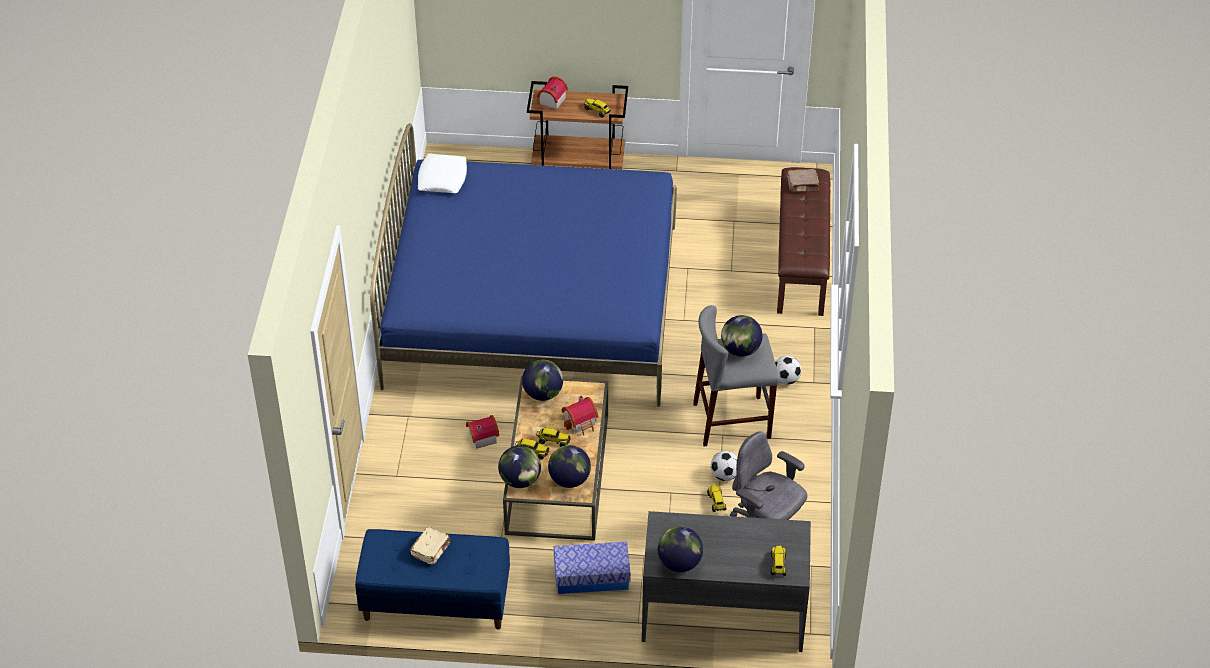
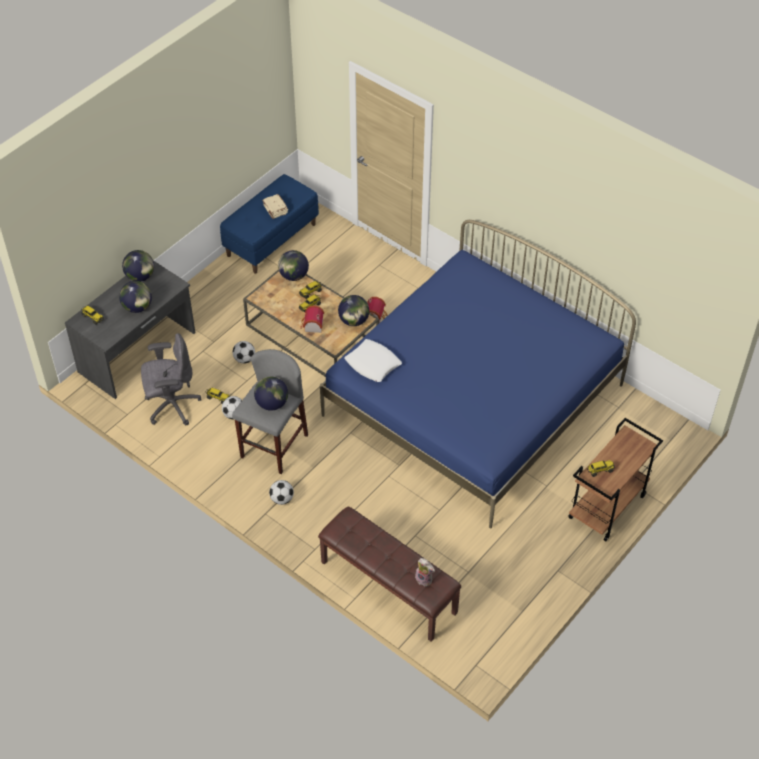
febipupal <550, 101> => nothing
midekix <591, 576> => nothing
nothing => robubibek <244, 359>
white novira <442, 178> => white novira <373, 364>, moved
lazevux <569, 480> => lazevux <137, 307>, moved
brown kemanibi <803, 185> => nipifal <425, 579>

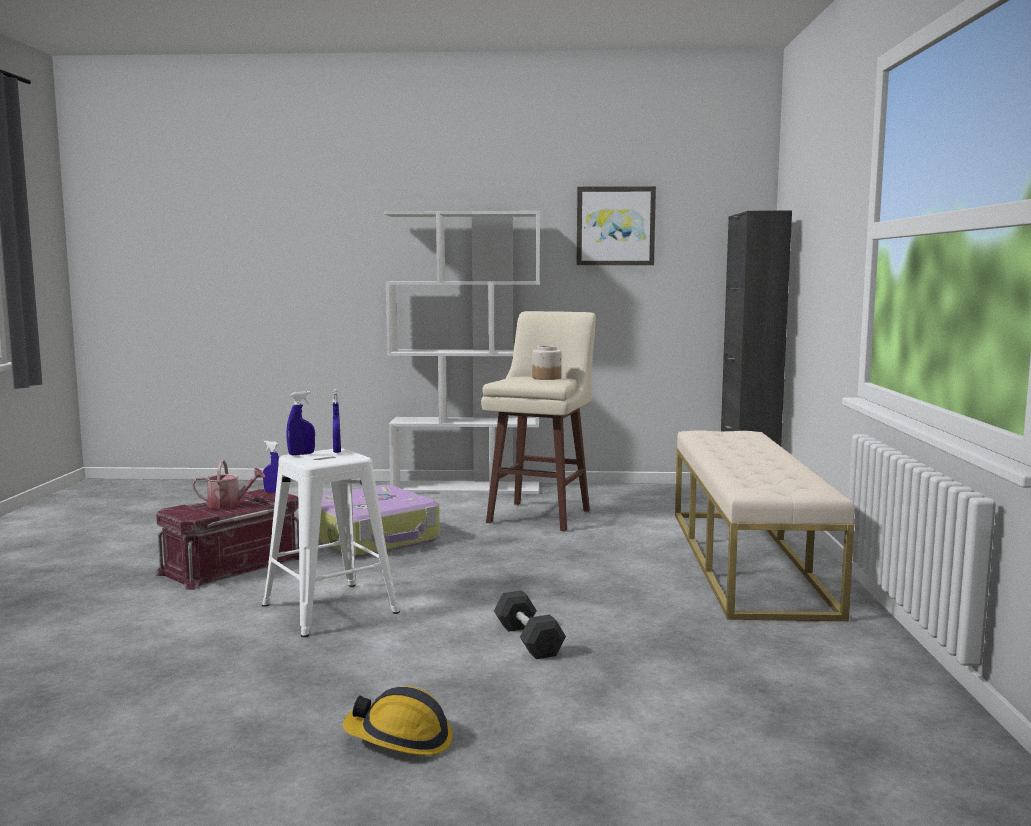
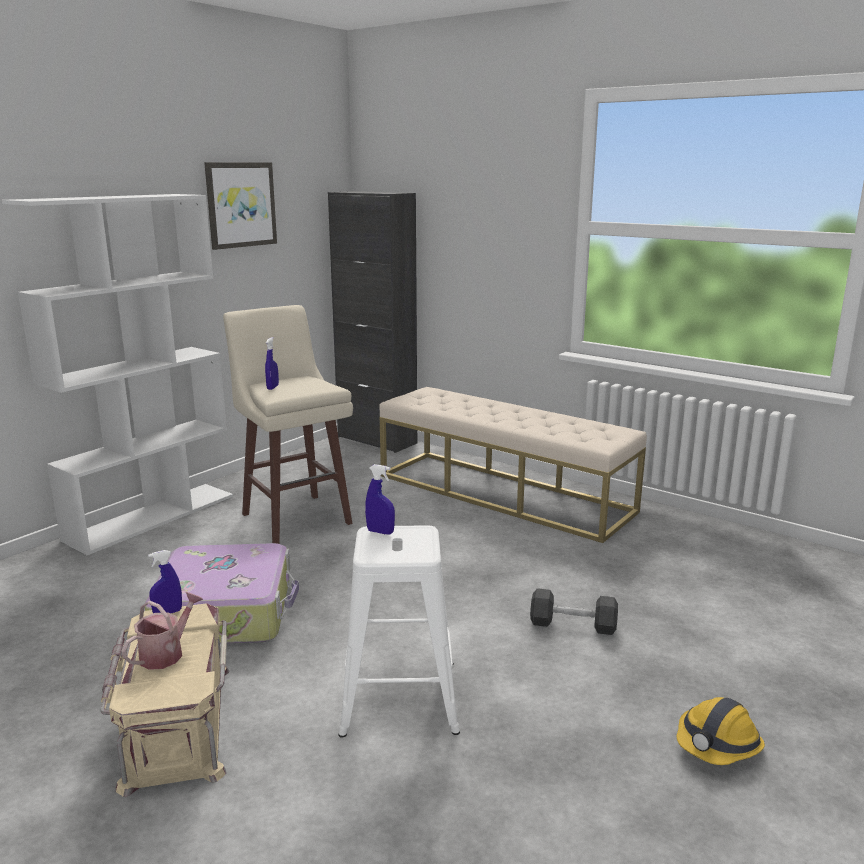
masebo <547, 378> => nothing
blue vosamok <301, 454> => blue vosamok <272, 387>, moved
red midekix <231, 565> => beige midekix <175, 724>

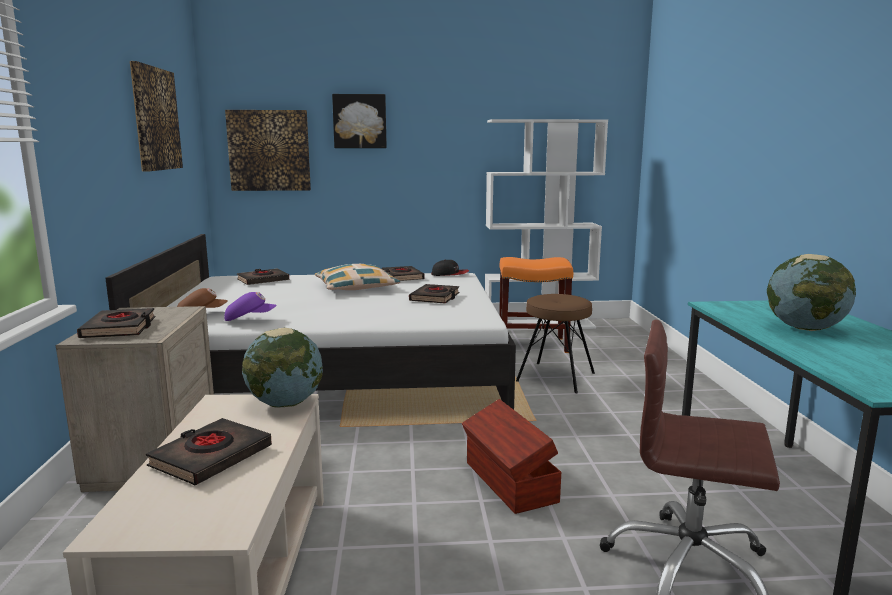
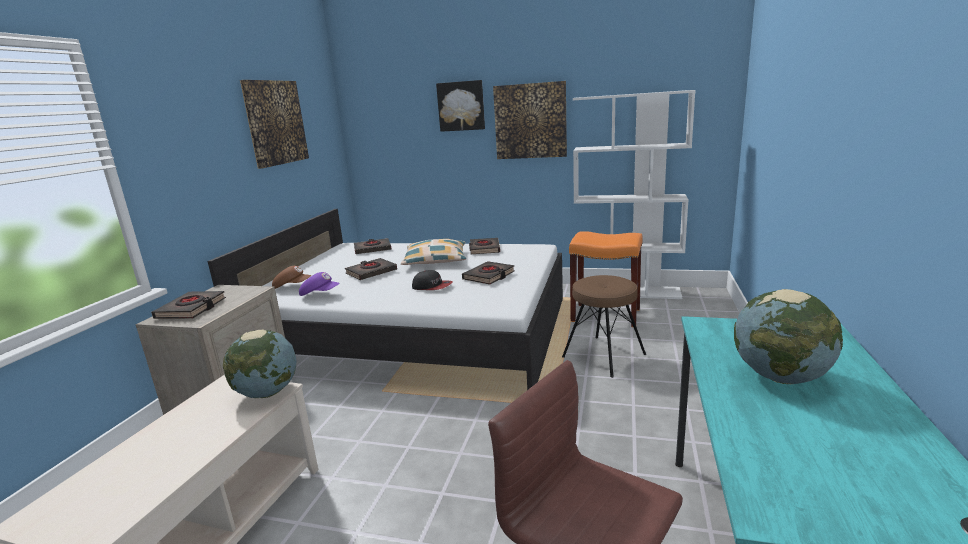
brown midekix <509, 482> => nothing
black kemanibi <211, 457> => black kemanibi <371, 272>, moved
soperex <269, 150> => soperex <530, 121>, moved
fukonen <450, 274> => fukonen <432, 286>, moved

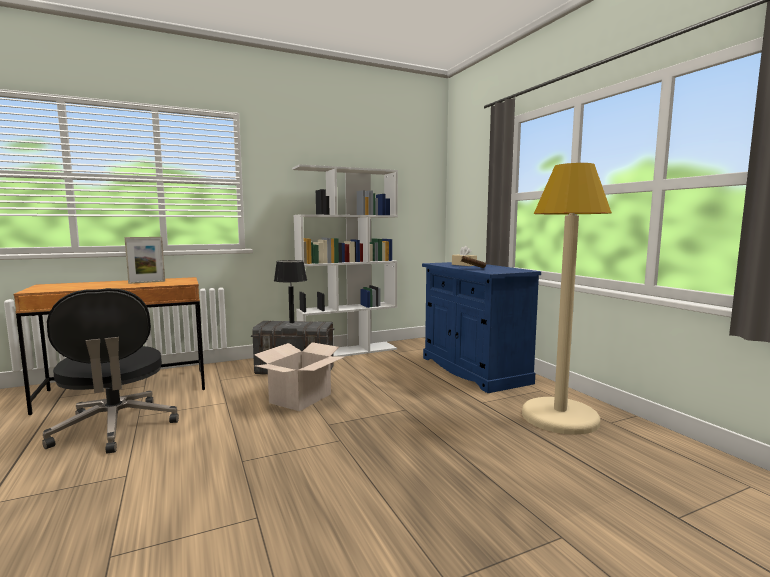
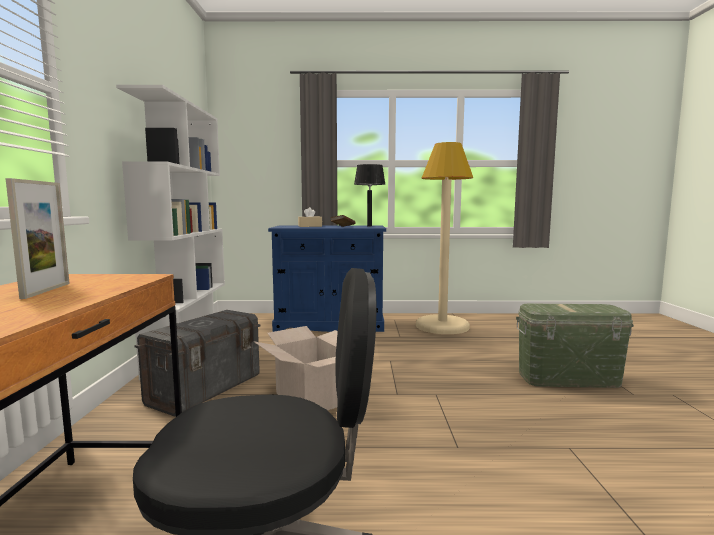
nothing => green midekix <568, 378>
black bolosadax <292, 322> => black bolosadax <369, 226>, moved

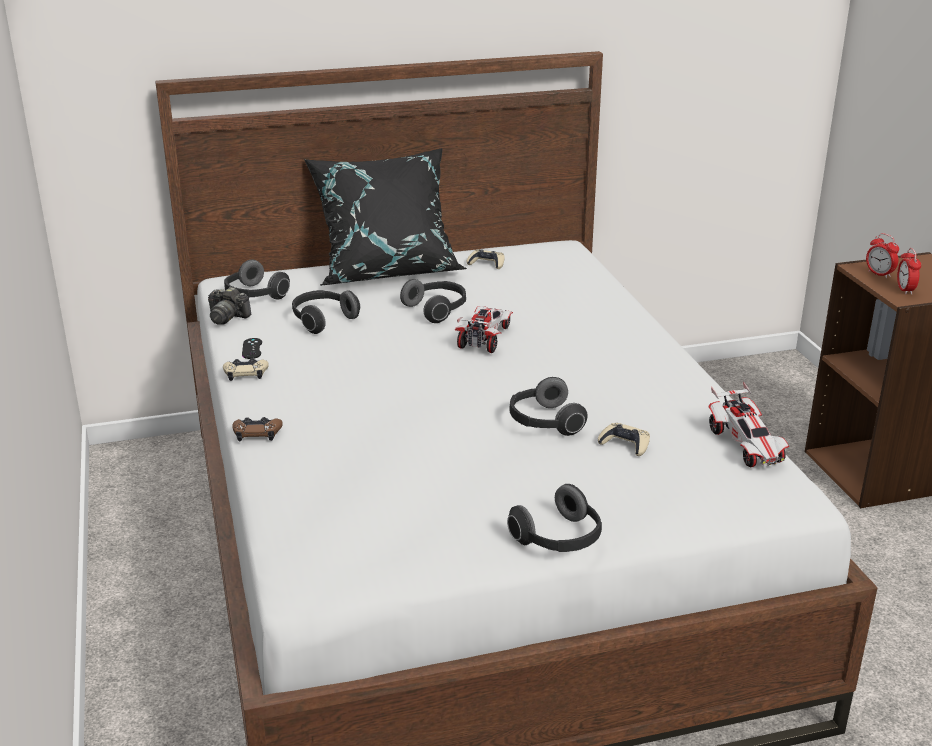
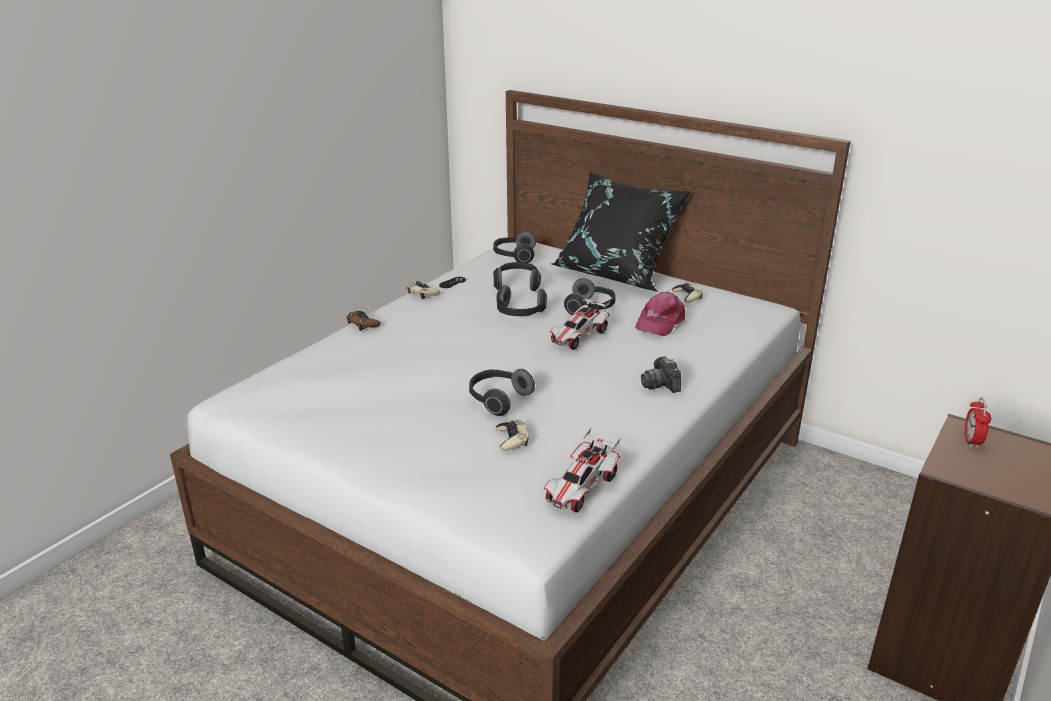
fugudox <905, 290> => nothing
nothing => pink fukonen <660, 322>
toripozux <227, 317> => toripozux <661, 384>, moved
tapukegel <559, 540> => tapukegel <519, 314>, moved
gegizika <484, 338> => gegizika <579, 337>, 150 degrees clockwise

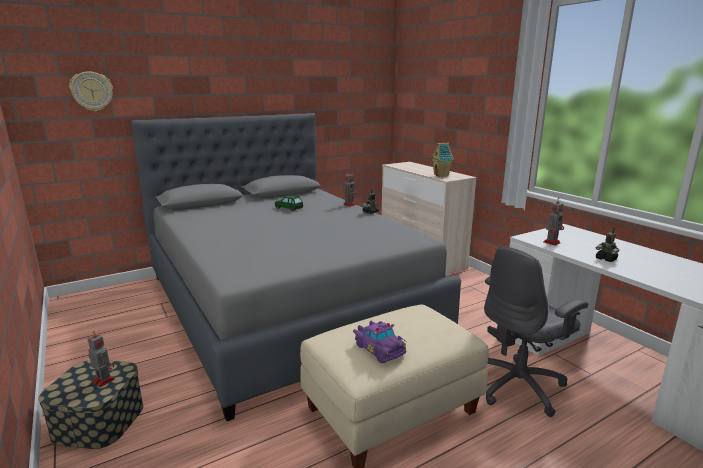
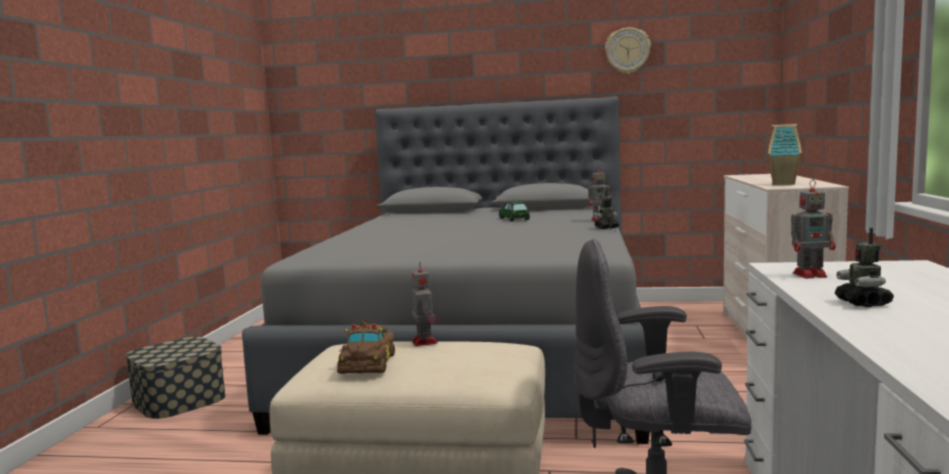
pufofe <92, 91> => pufofe <627, 51>, moved
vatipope <103, 380> => vatipope <424, 341>, moved
purple gegizika <379, 348> => brown gegizika <369, 362>

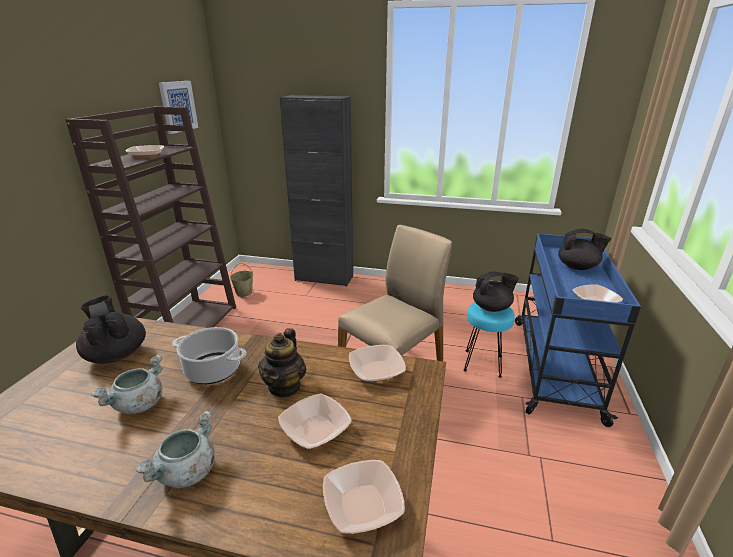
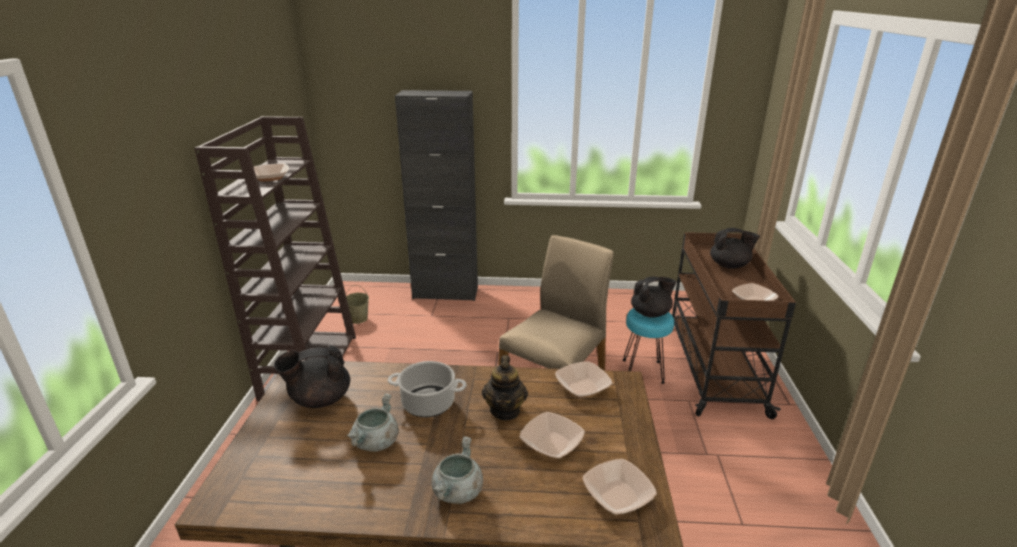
soperex <178, 106> => nothing
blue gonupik <554, 365> => brown gonupik <712, 366>
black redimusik <116, 354> => black redimusik <320, 399>, 60 degrees counterclockwise

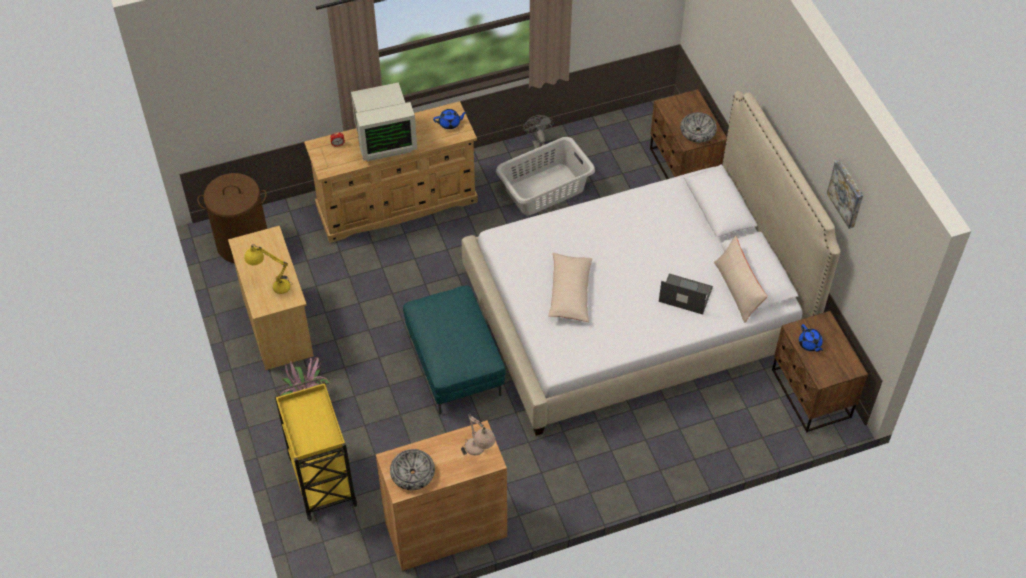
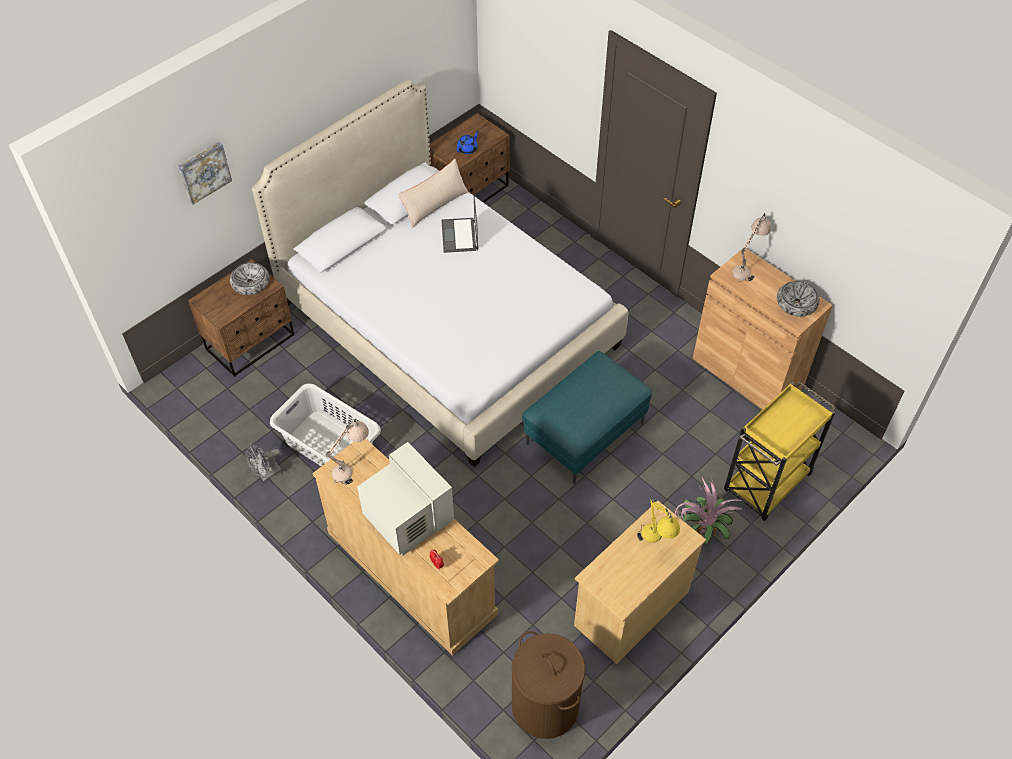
beige novira <570, 292> => nothing
soperex <847, 193> => soperex <204, 171>, moved
blue redimusik <450, 123> => beige bolosadax <352, 468>

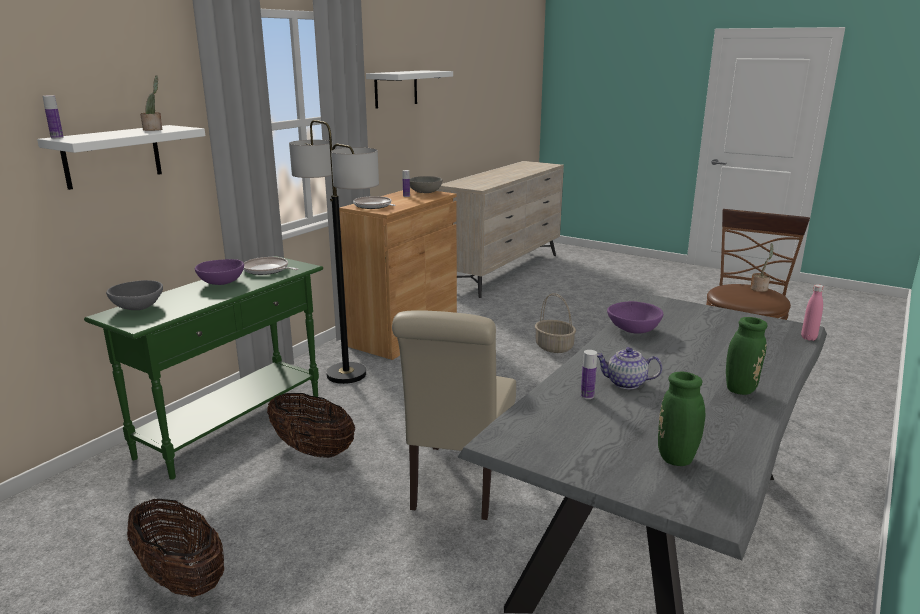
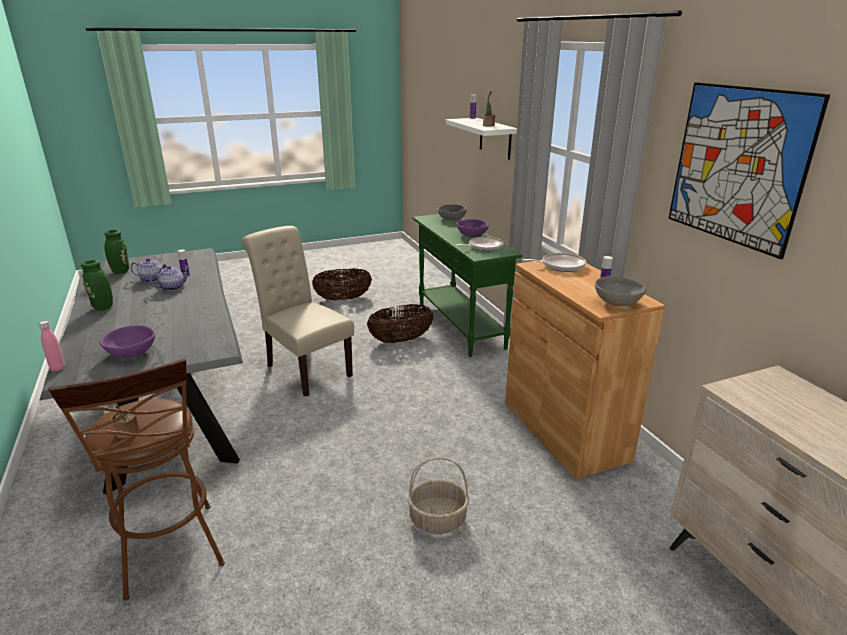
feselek <346, 374> => nothing
nothing => redimusik <152, 279>
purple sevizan <632, 330> => purple sevizan <132, 353>, moved
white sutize <396, 89> => soperex <737, 166>

